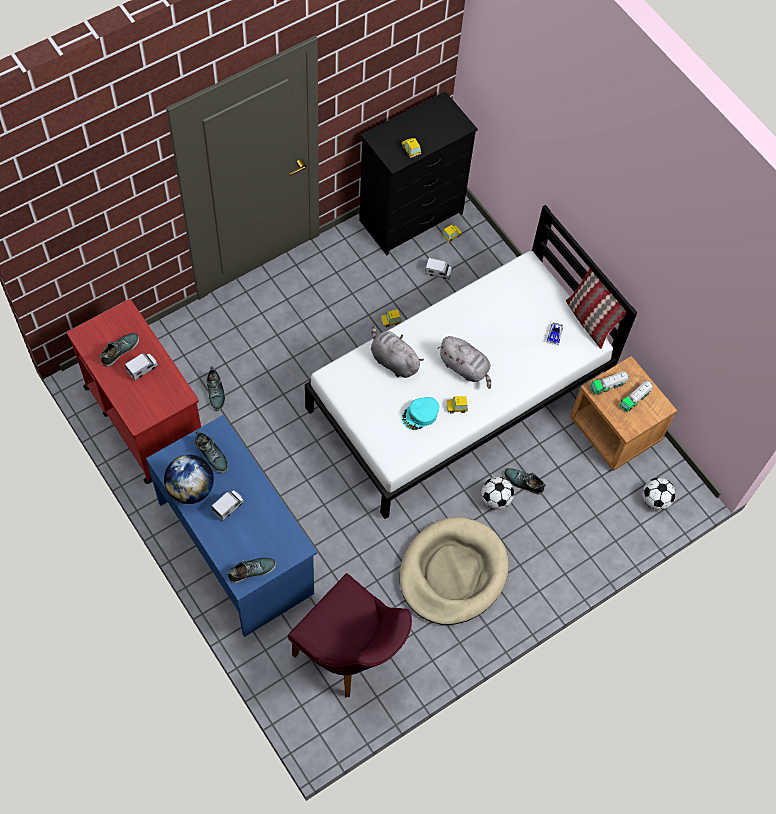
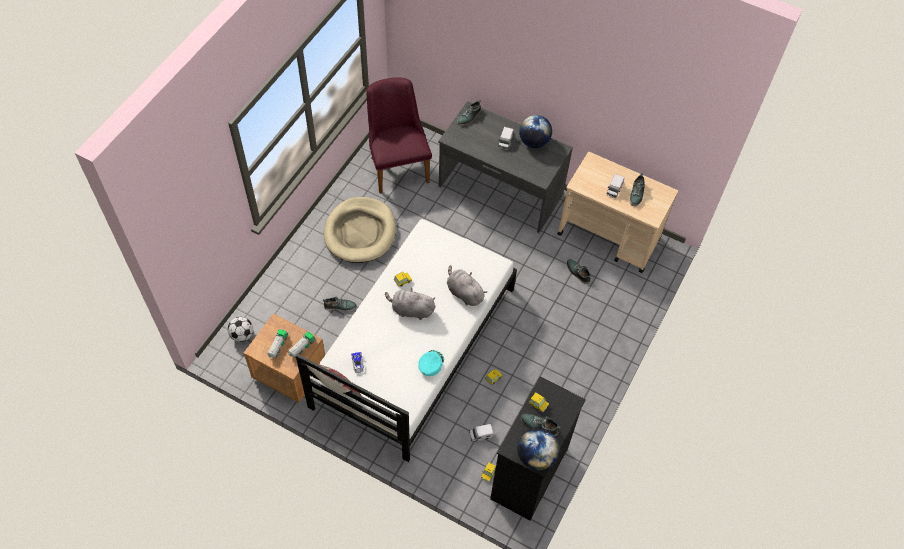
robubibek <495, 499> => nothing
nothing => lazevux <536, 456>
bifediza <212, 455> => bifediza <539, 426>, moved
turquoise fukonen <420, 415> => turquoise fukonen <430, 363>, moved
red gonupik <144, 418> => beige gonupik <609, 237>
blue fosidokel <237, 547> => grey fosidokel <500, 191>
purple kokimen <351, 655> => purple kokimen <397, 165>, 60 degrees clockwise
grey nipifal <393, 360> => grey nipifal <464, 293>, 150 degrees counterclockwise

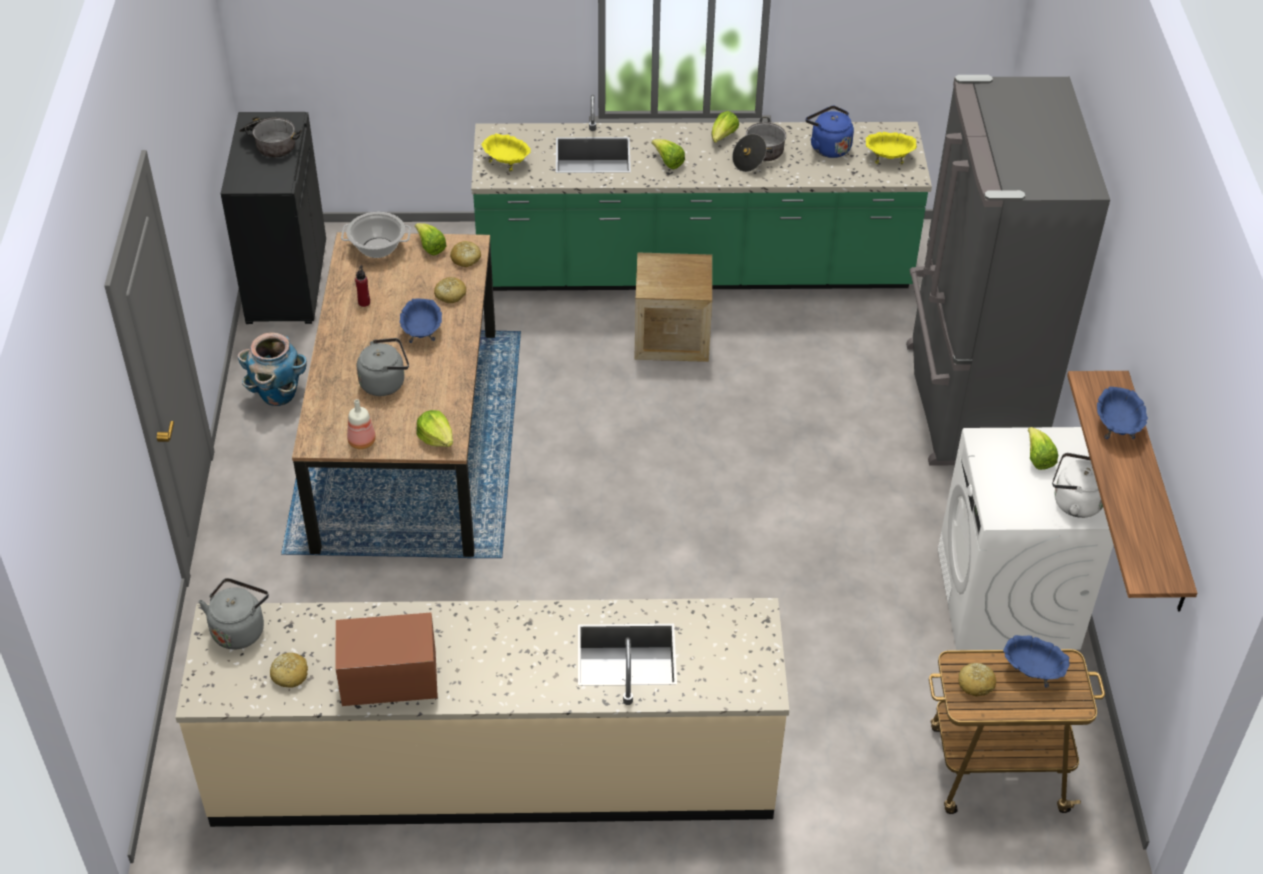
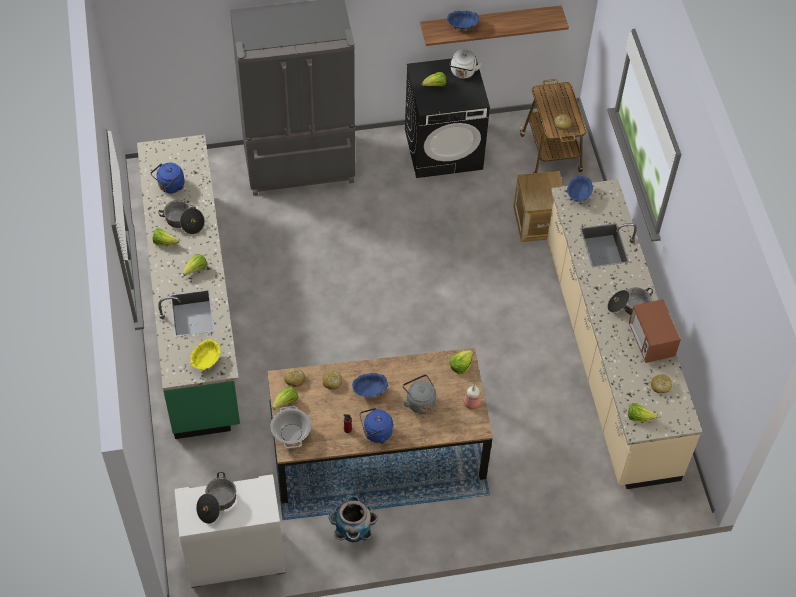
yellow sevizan <889, 157> => nothing
nothing => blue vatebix <376, 433>
nothing => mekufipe <628, 306>
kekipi <672, 337> => kekipi <537, 221>, moved
blue sevizan <1032, 671> => blue sevizan <578, 196>, moved
grey vatebix <239, 629> => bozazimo <639, 417>
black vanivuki <285, 281> => white vanivuki <235, 559>
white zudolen <1007, 599> => black zudolen <444, 149>

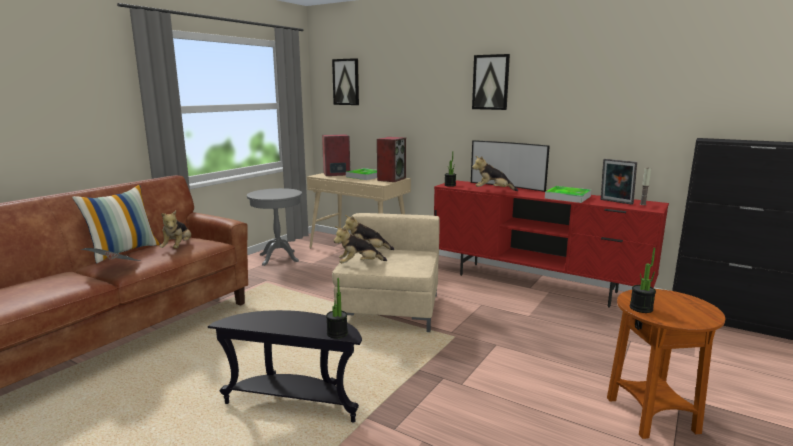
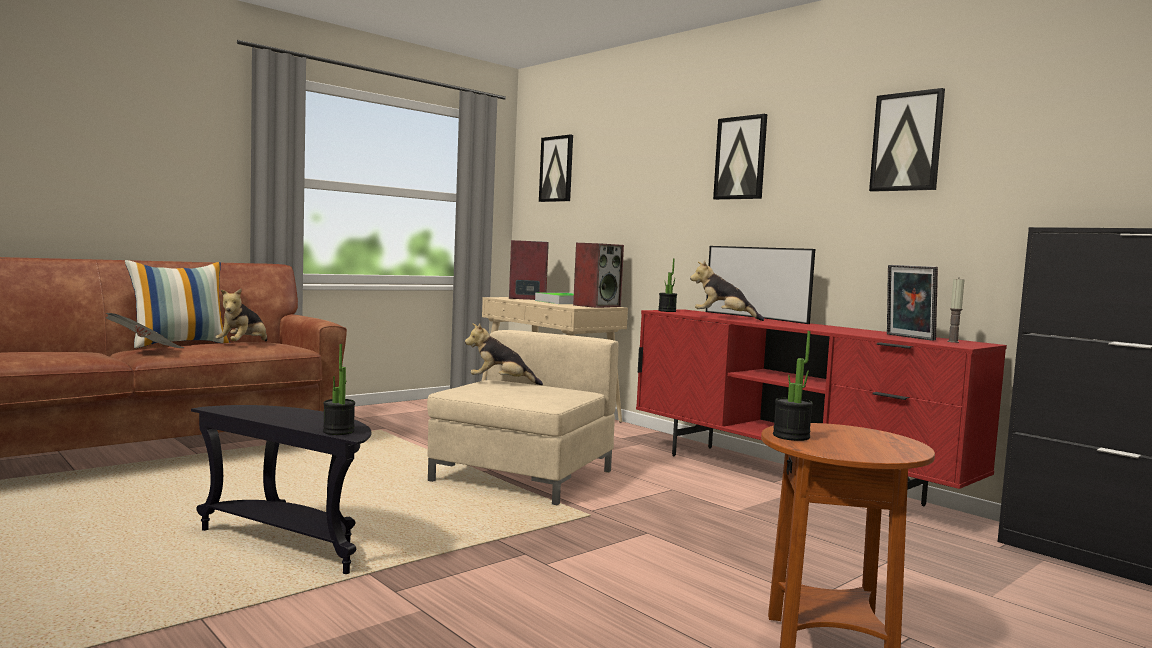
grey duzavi <279, 258> => nothing
nipifal <359, 264> => nothing
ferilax <567, 197> => nothing
nothing => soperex <907, 142>

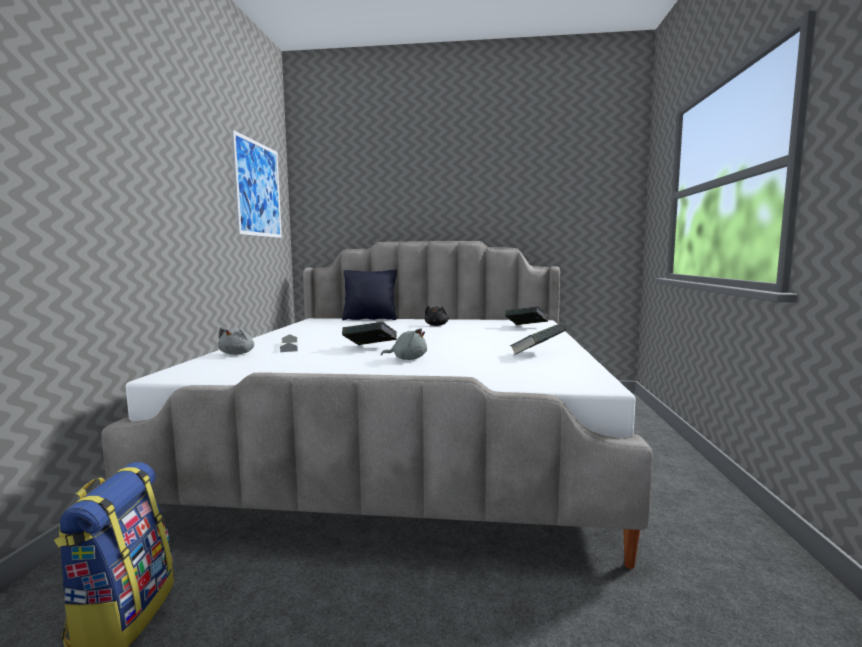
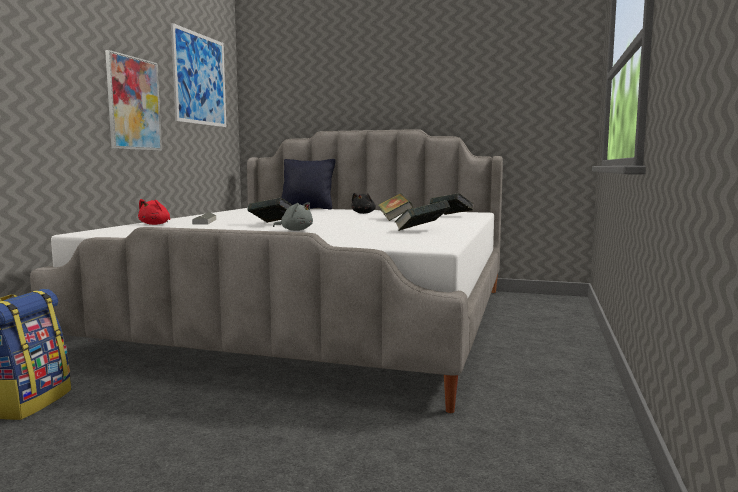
nothing => soperex <133, 103>
nothing => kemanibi <394, 219>
grey nipifal <238, 354> => red nipifal <155, 224>

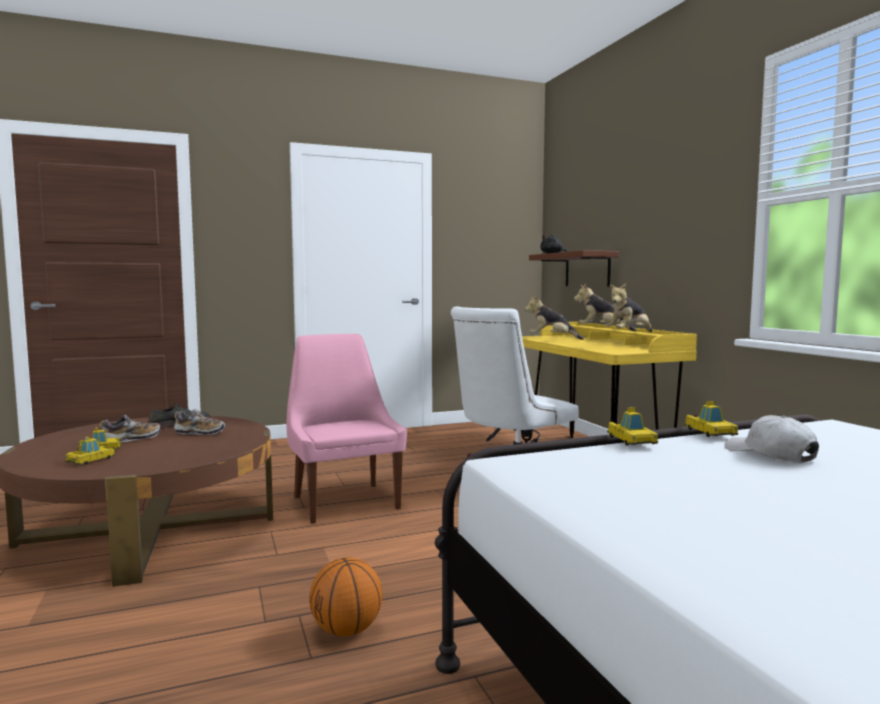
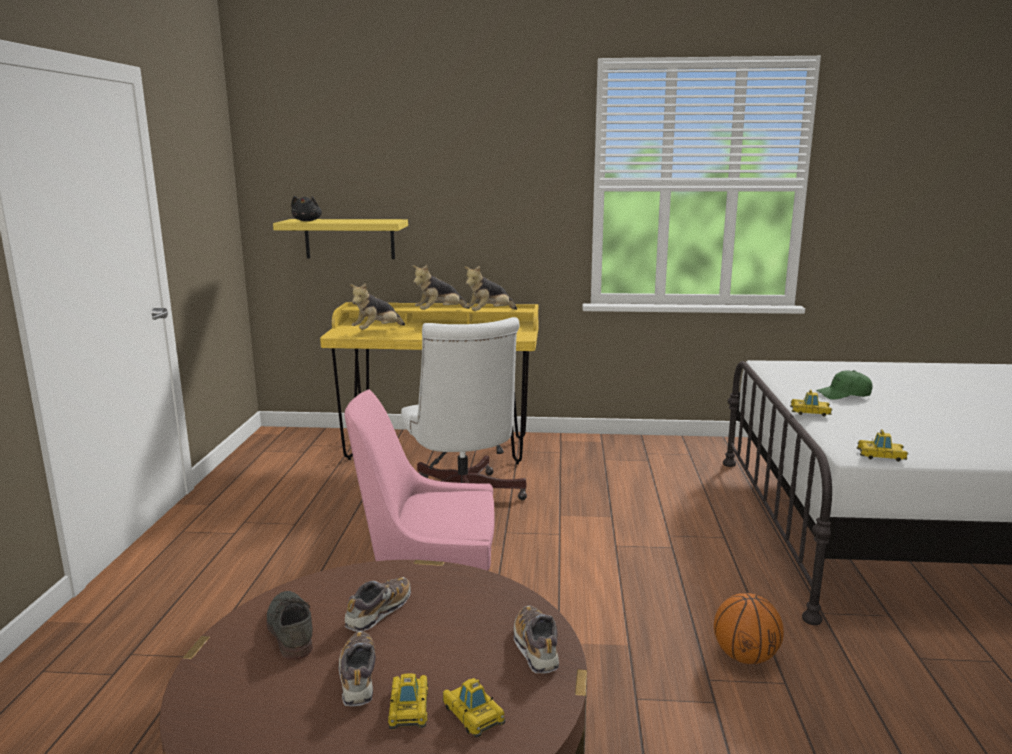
nothing => bifediza <536, 648>
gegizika <710, 432> => gegizika <881, 455>, moved
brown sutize <587, 269> => yellow sutize <349, 239>
white fukonen <770, 454> => green fukonen <844, 395>
nipifal <629, 333> => nipifal <489, 314>, 60 degrees clockwise

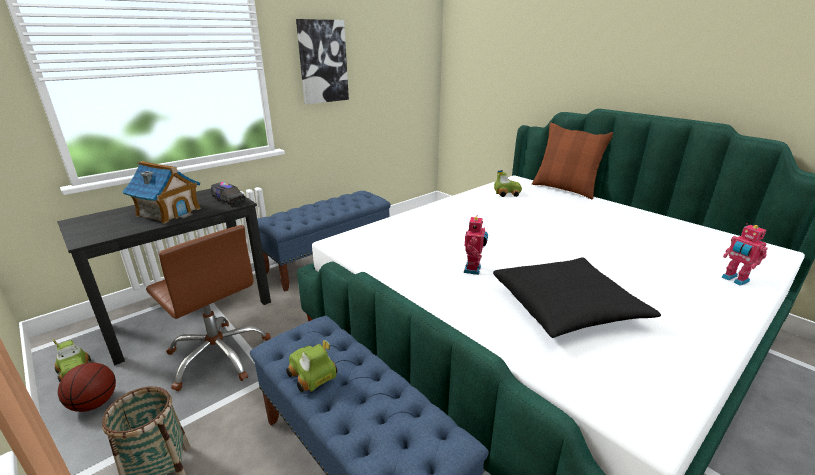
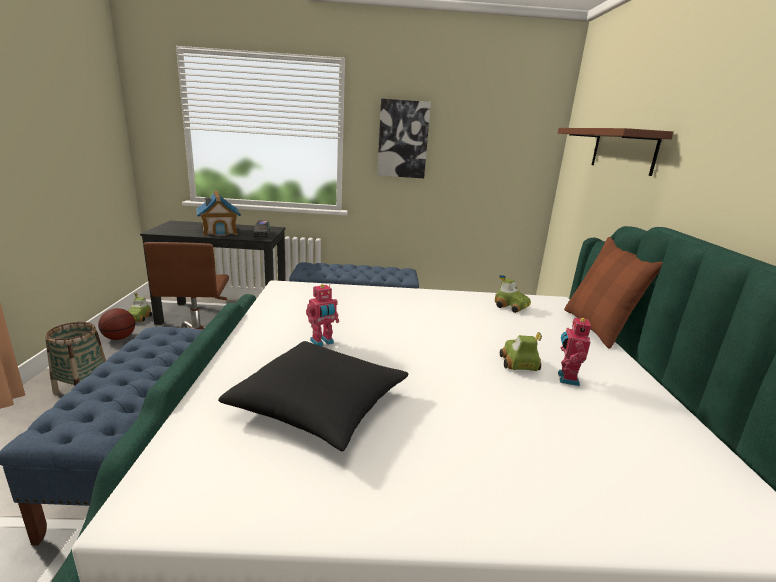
nothing => brown sutize <623, 150>
gegizika <311, 376> => gegizika <517, 364>, moved
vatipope <734, 280> => vatipope <566, 378>, moved

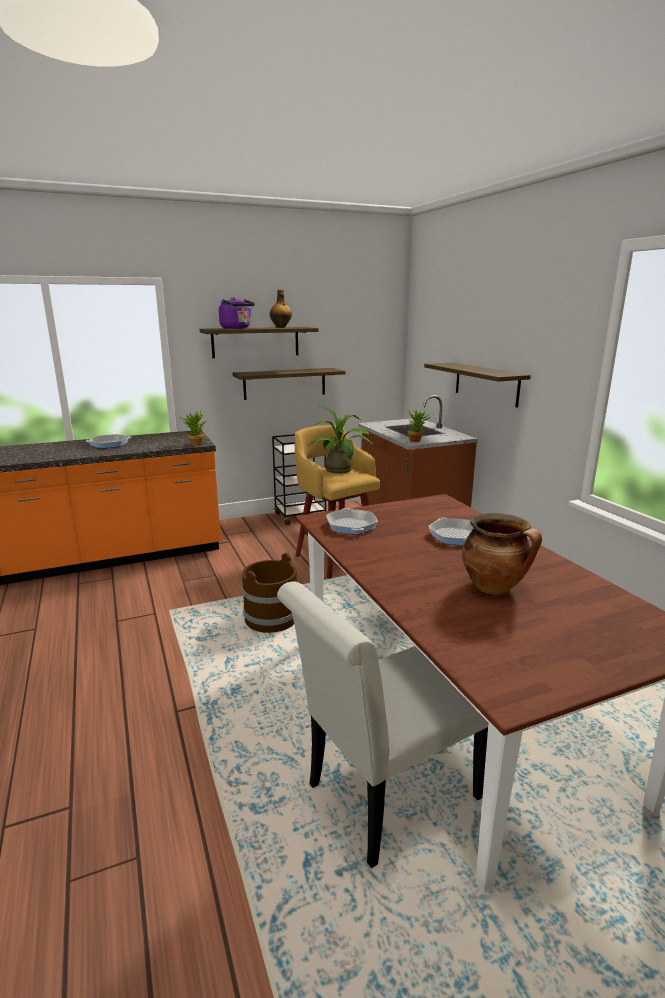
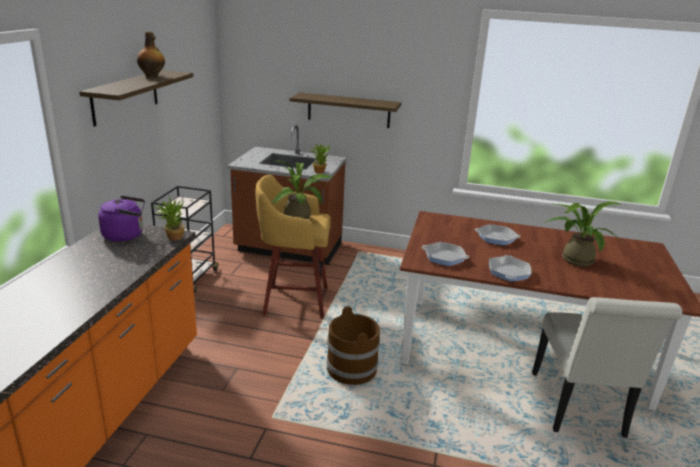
sutize <284, 383> => nothing
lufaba <109, 444> => lufaba <508, 272>, moved
purple vatebix <237, 328> => purple vatebix <126, 235>, moved
mekufipe <495, 587> => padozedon <574, 258>

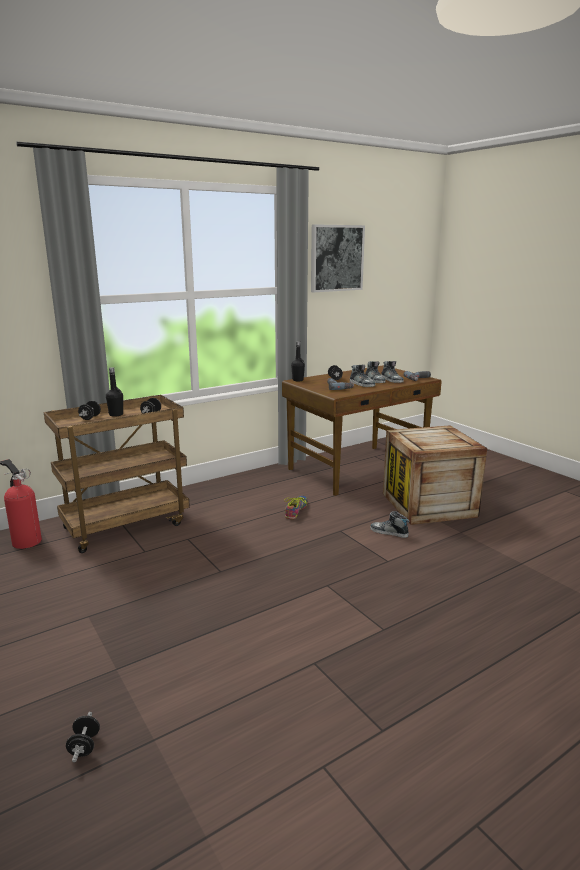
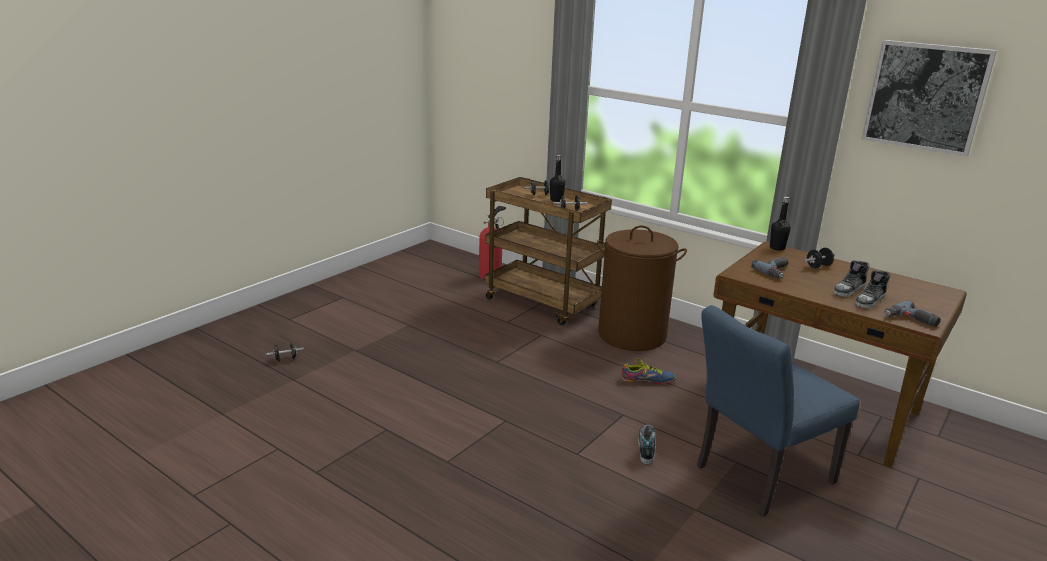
bifediza <362, 384> => nothing
nothing => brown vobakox <632, 335>
kekipi <428, 505> => blue kokimen <756, 477>

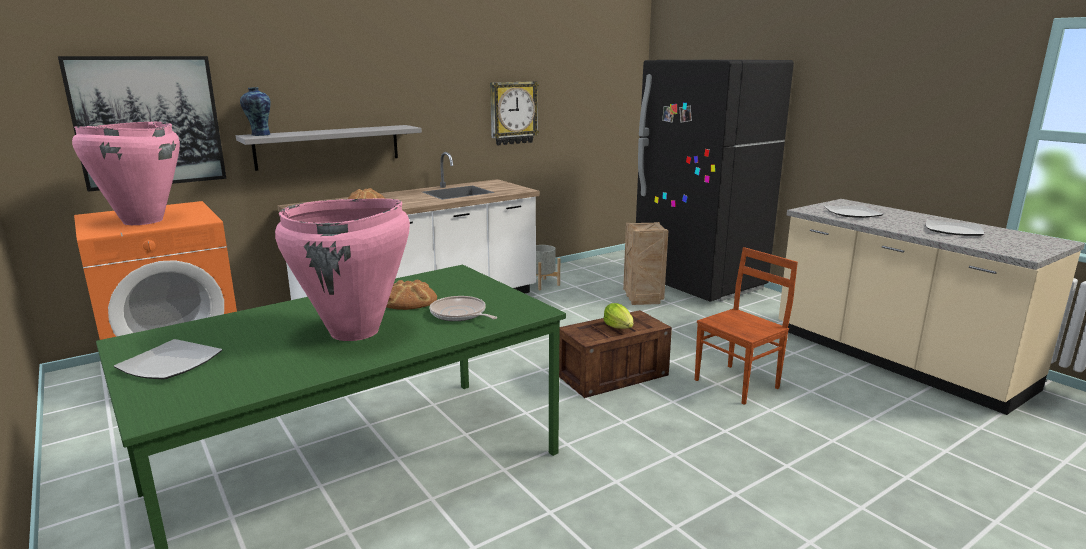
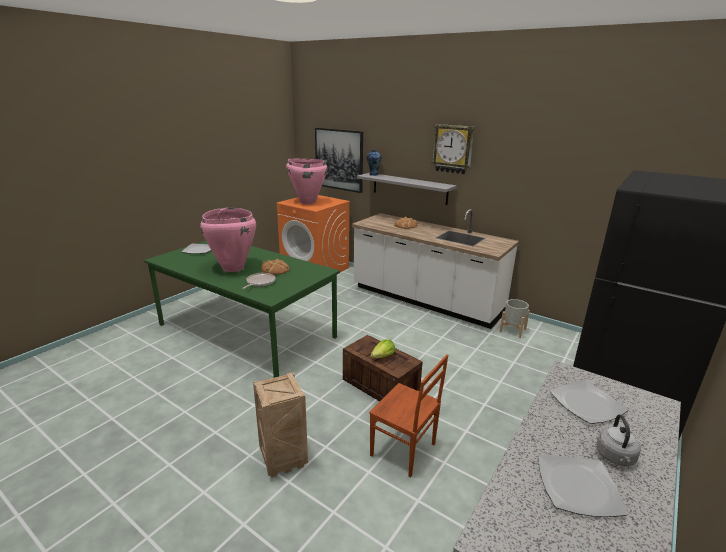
nothing => grey vatebix <615, 458>
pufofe <513, 113> => pufofe <453, 149>, moved
kekipi <642, 299> => kekipi <284, 459>, moved

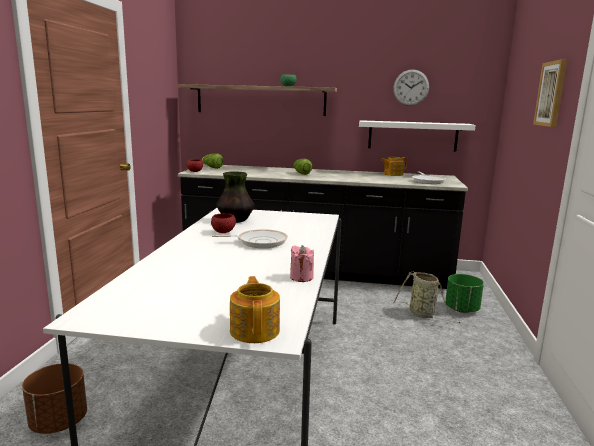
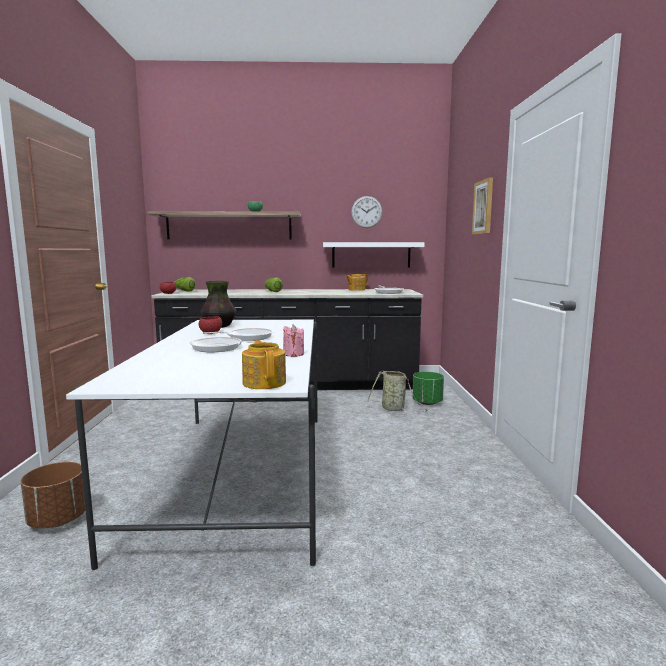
nothing => lufaba <219, 348>

